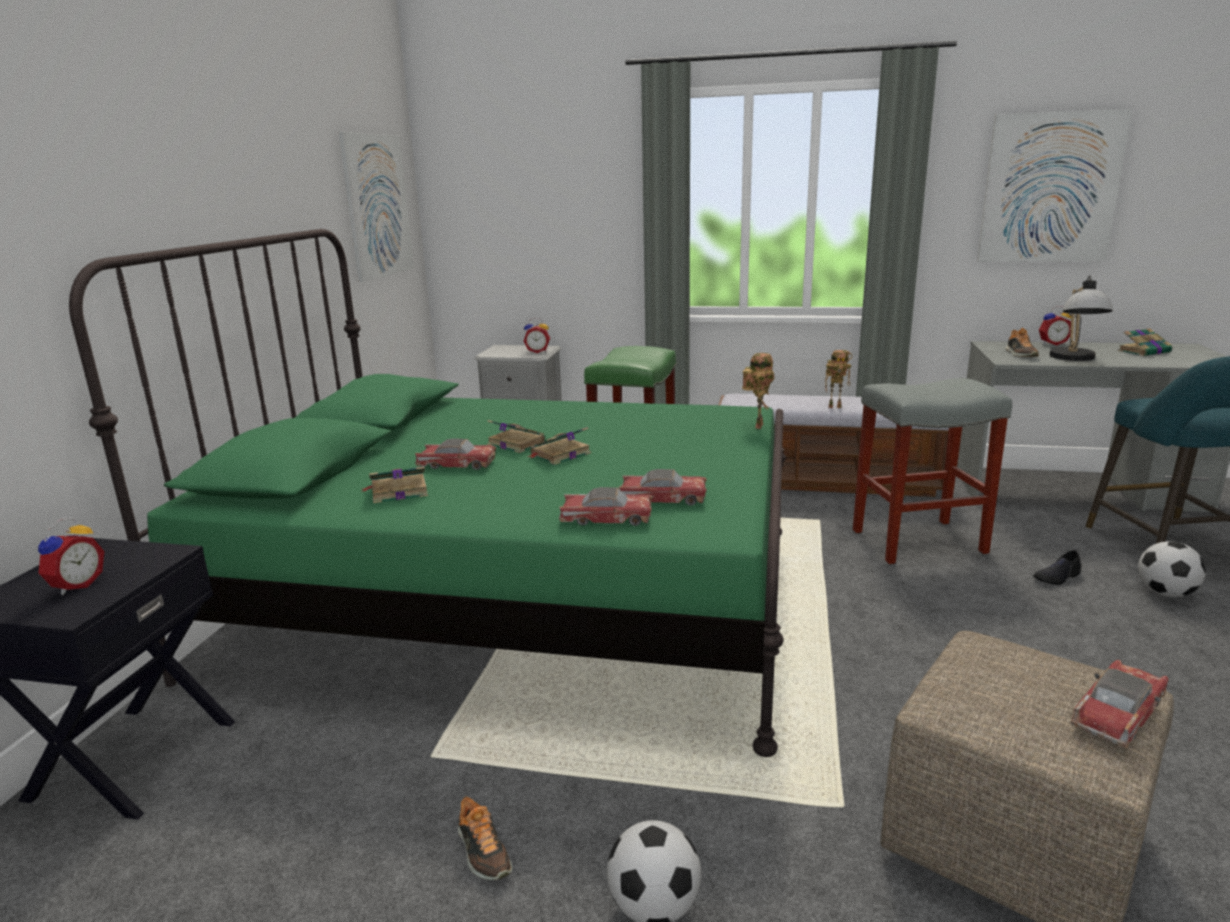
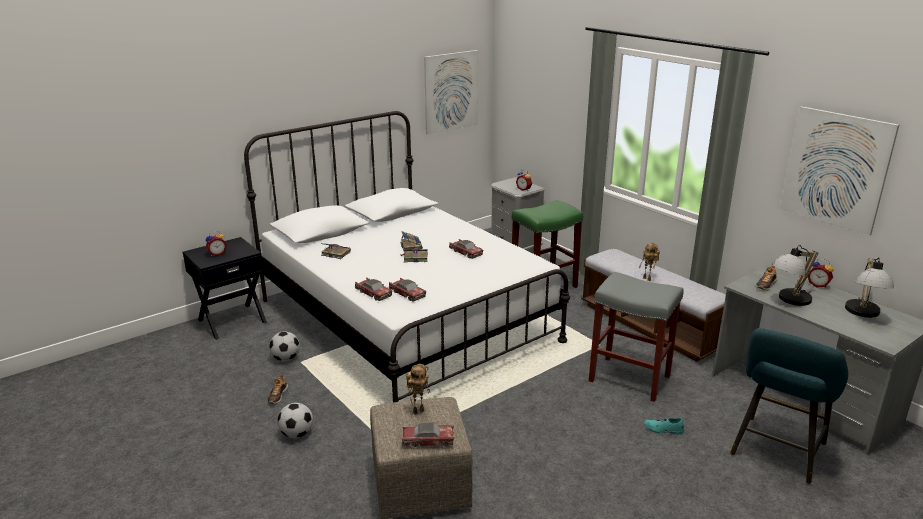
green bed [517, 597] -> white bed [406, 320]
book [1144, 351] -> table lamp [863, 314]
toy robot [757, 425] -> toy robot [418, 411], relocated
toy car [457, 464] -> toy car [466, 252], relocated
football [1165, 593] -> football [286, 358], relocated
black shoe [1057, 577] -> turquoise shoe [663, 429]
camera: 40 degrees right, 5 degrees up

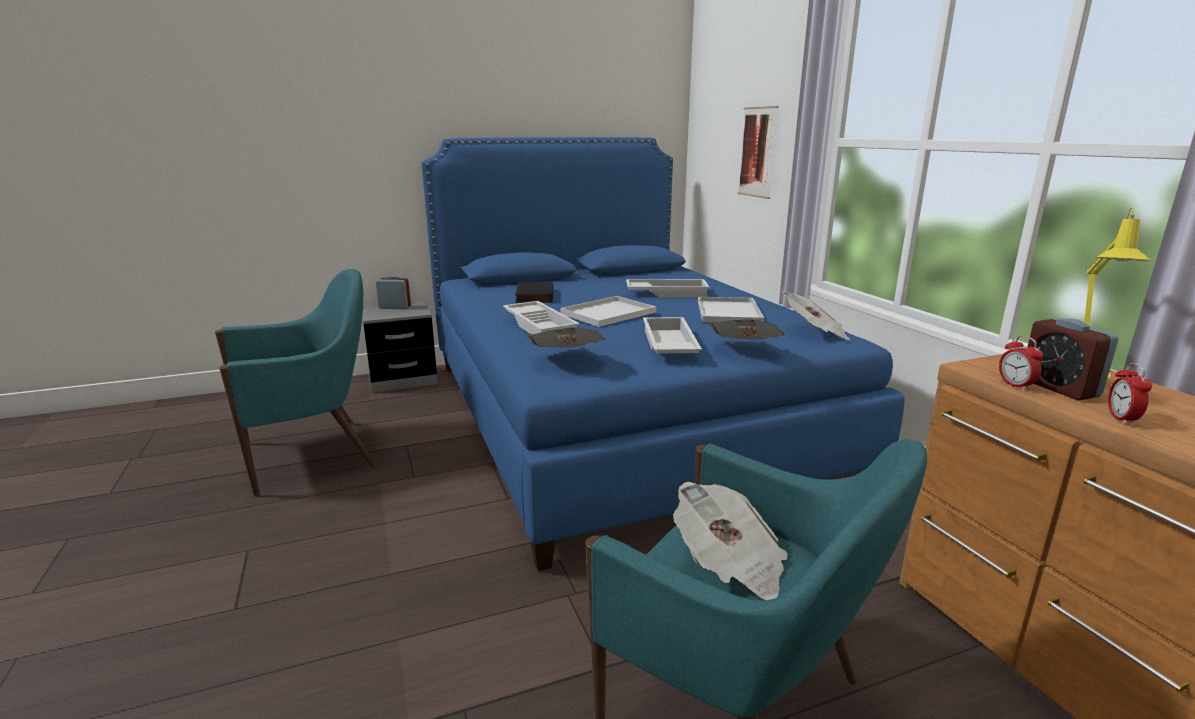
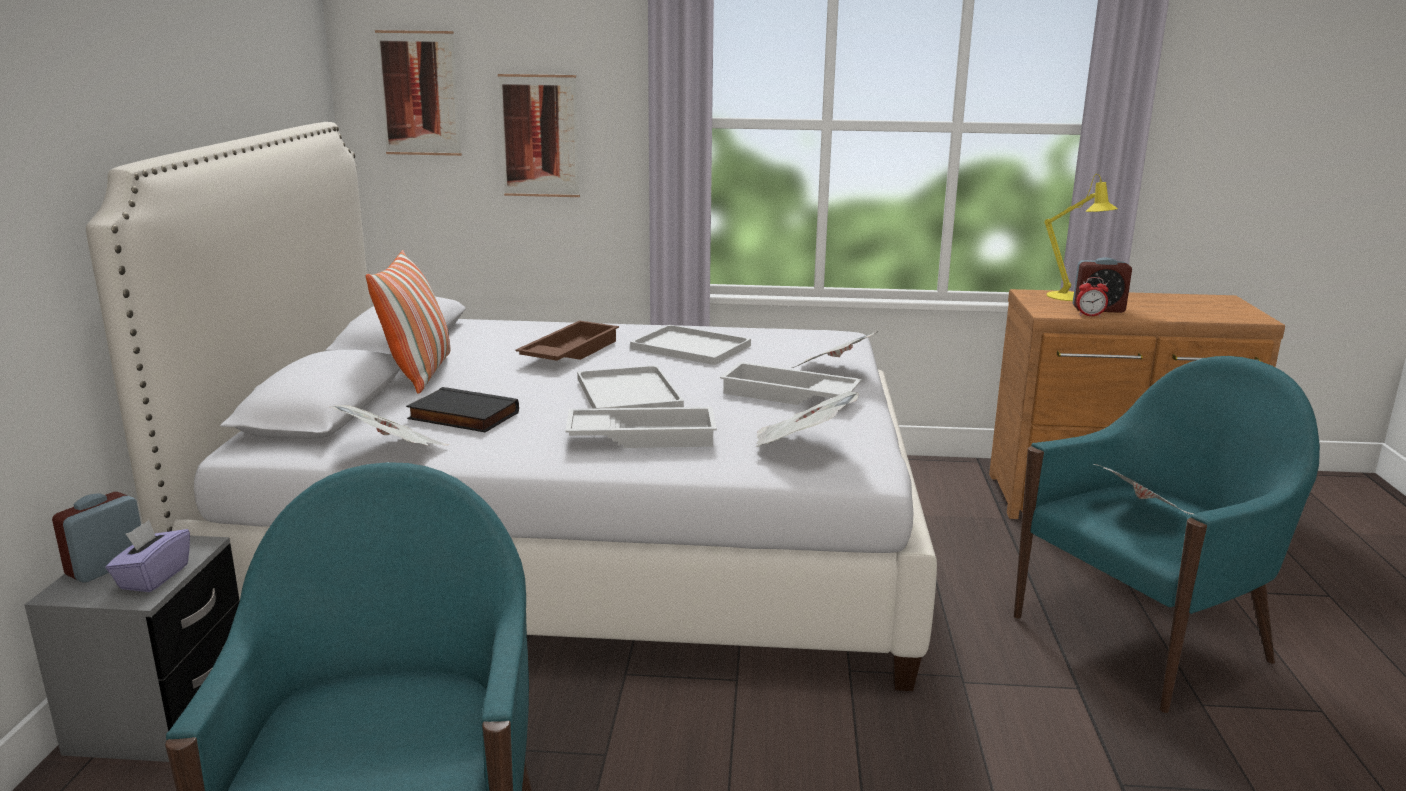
blue bed [618, 416] -> white bed [582, 547]
white tray [667, 293] -> brown tray [568, 352]
newspaper [814, 333] -> newspaper [393, 453], relocated
alarm clock [1121, 419] -> none
none -> picture [419, 93]
none -> pillow [419, 373]
none -> purple tissue box [153, 577]
camera: 65 degrees left, 0 degrees up

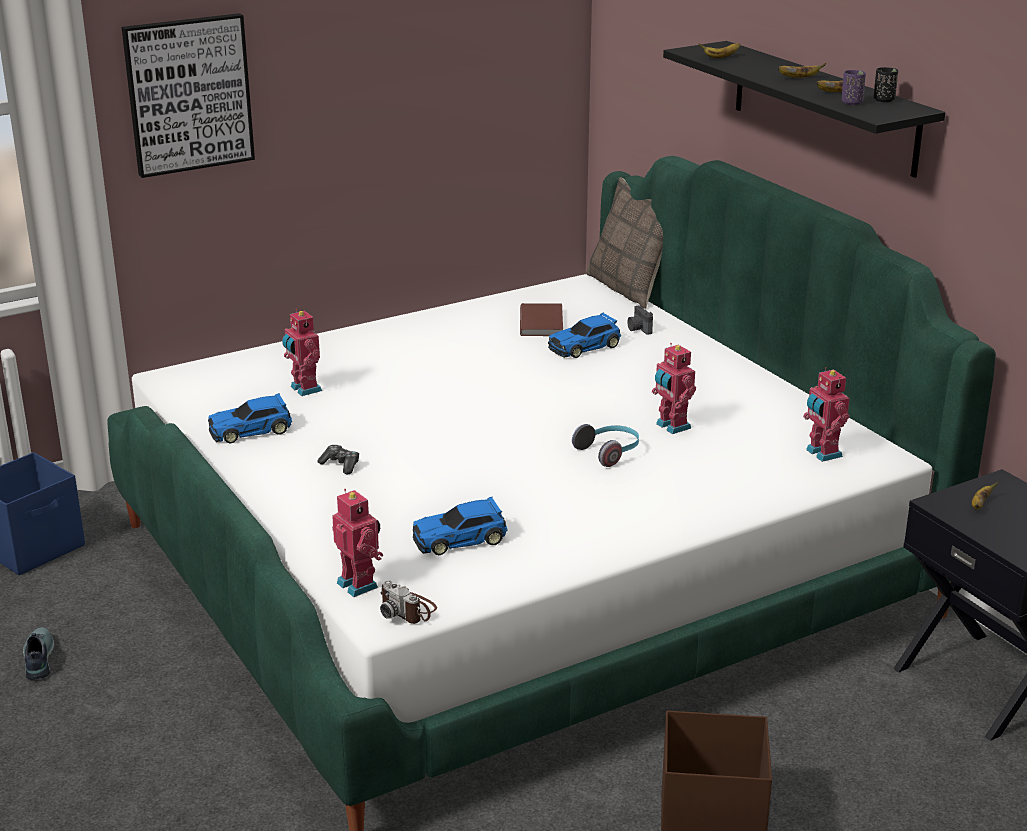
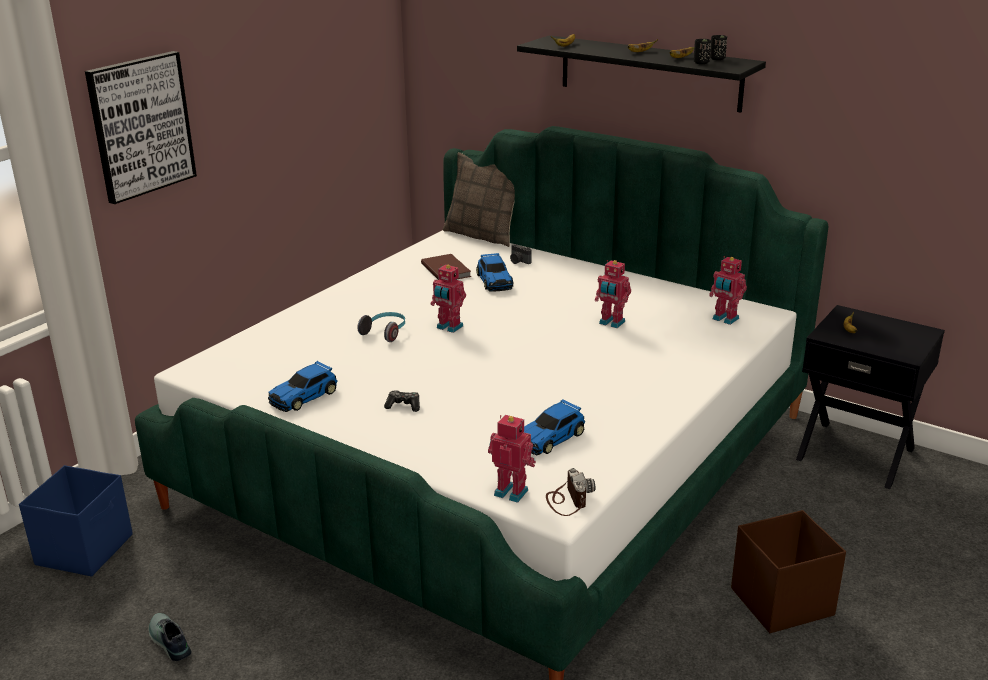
purple cup [851, 103] -> black cup [701, 63]
toy robot [304, 389] -> toy robot [449, 327], relocated
toy car [585, 346] -> toy car [495, 281], 45 degrees counterclockwise
headphones [609, 452] -> headphones [385, 332], relocated
photo camera [408, 609] -> photo camera [567, 500], 120 degrees counterclockwise
camera: 25 degrees left, 0 degrees up

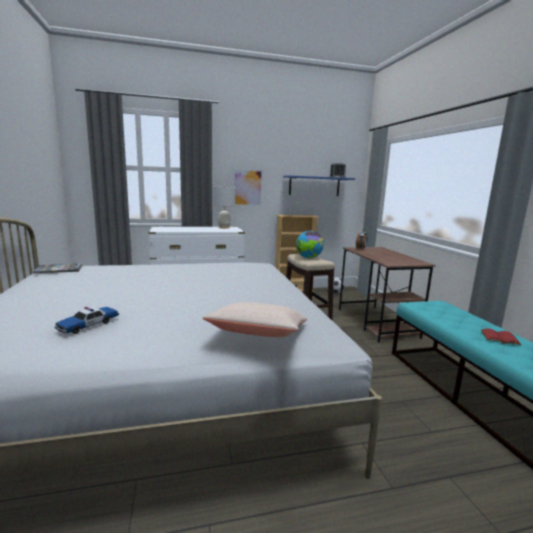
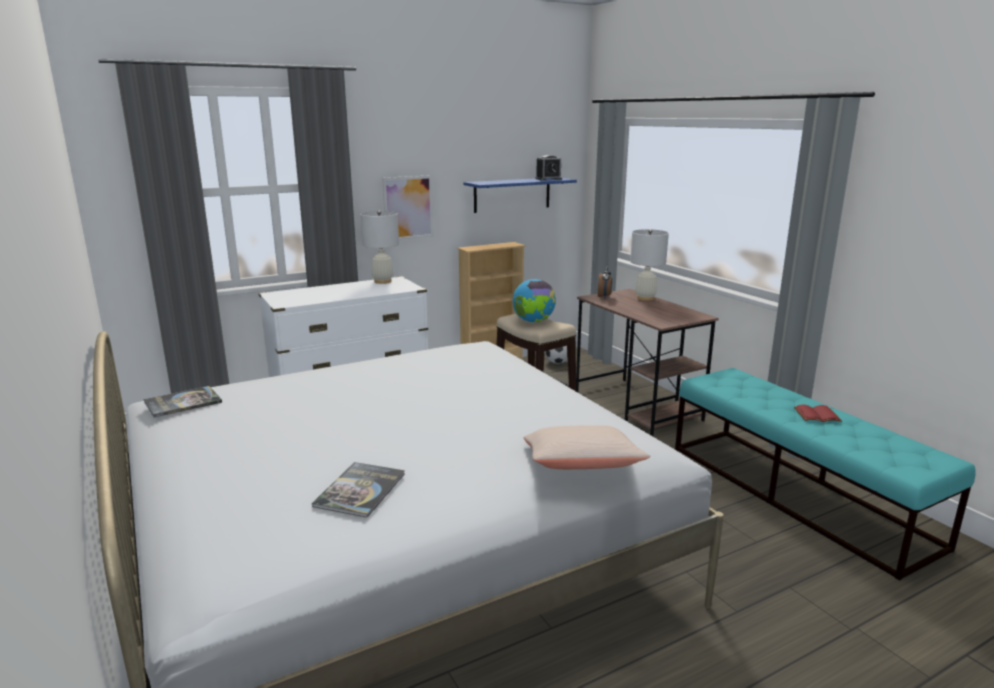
toy car [88, 325] -> book [360, 490]
none -> white table lamp [645, 298]
camera: 15 degrees left, 5 degrees up

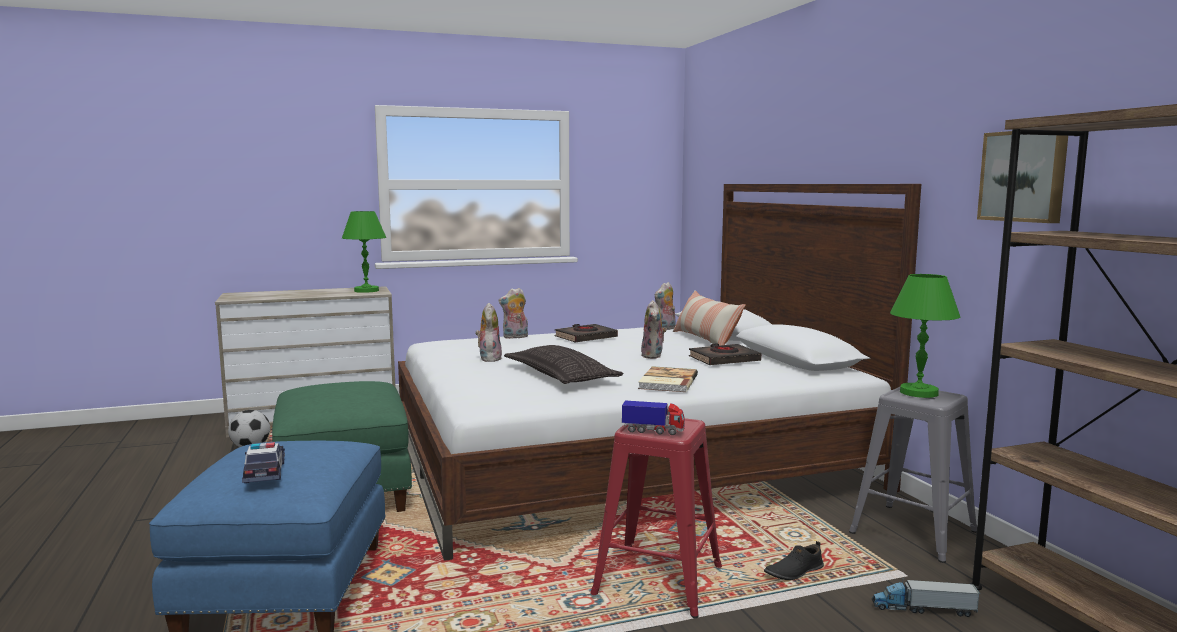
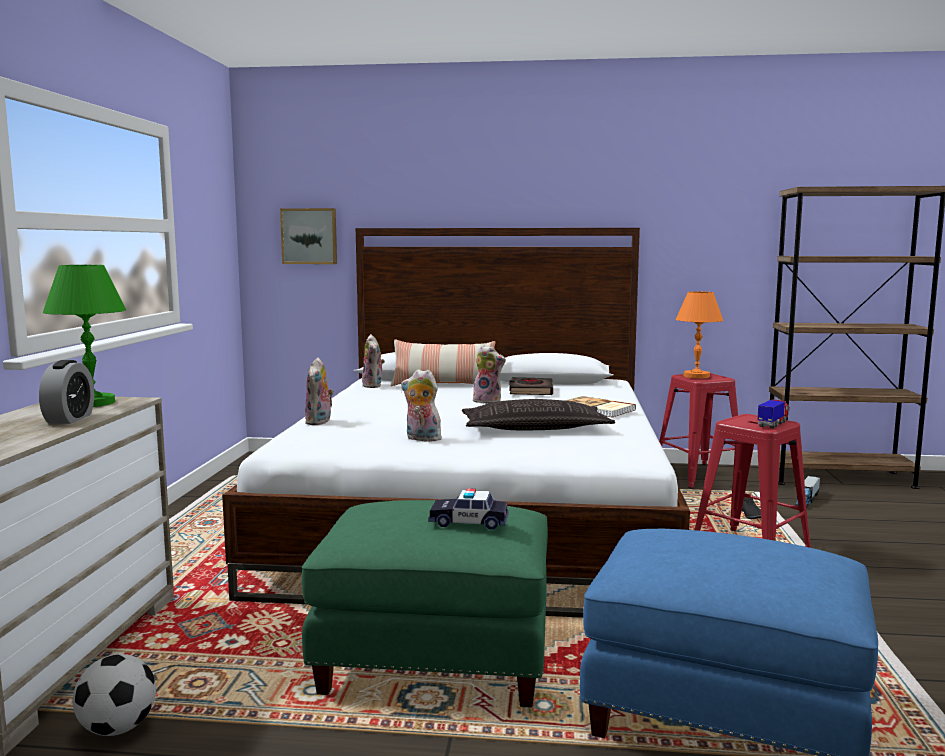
picture [1024, 176] -> picture [309, 236], relocated
green table lamp [918, 392] -> orange table lamp [696, 376]
black book [585, 337] -> none
grey stool [915, 531] -> red stool [698, 475]
toy car [264, 472] -> toy car [469, 522], relocated
none -> alarm clock [69, 419]
camera: 65 degrees left, 0 degrees up

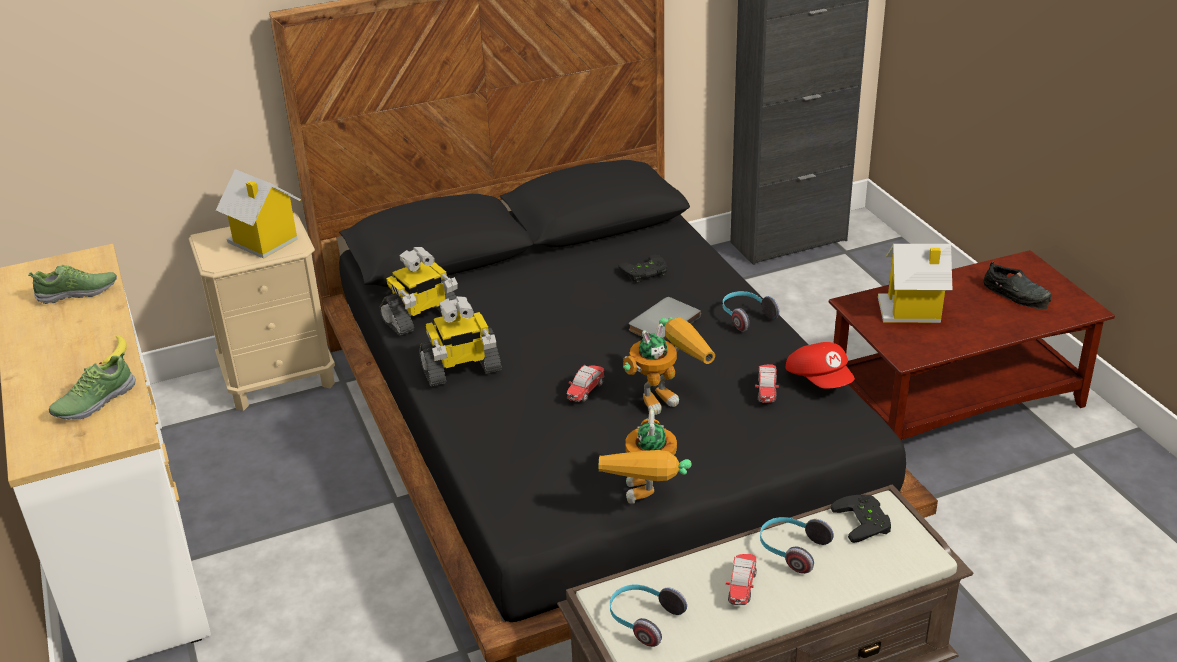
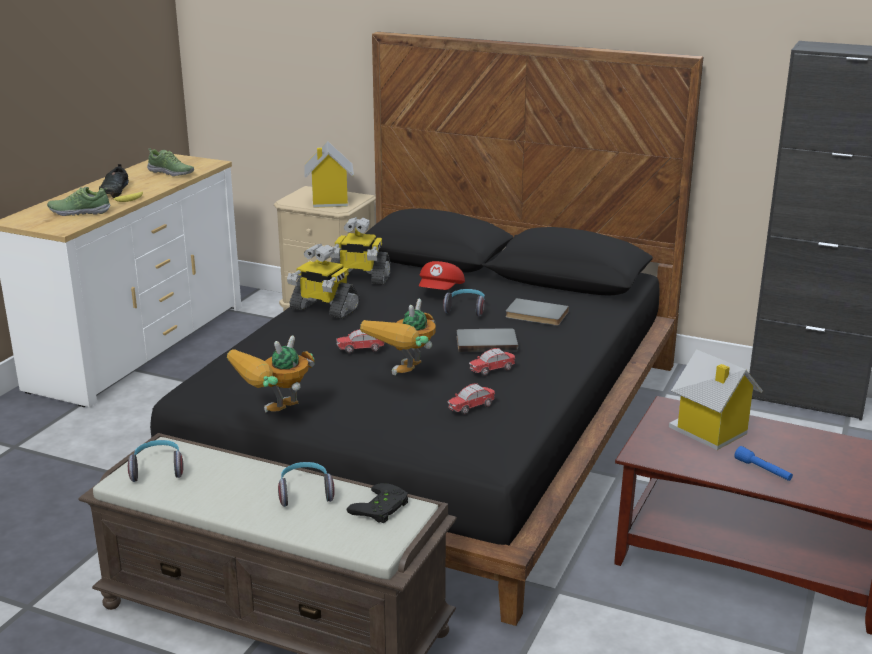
black game controller [645, 273] -> grey book [536, 315]
black shoe [1017, 294] -> black shoe [114, 190], relocated
headphones [746, 317] -> headphones [466, 309], relocated
toy robot [667, 395] -> toy robot [406, 377], 105 degrees clockwise
red cap [820, 379] -> red cap [441, 291], relocated
toy car [742, 587] -> toy car [492, 370], relocated
none -> blue flashlight [763, 470]
camera: 45 degrees right, 10 degrees down

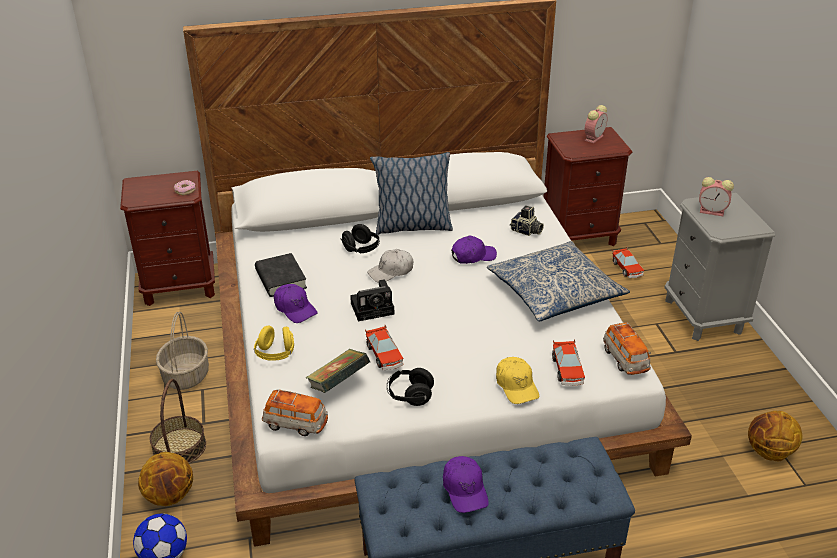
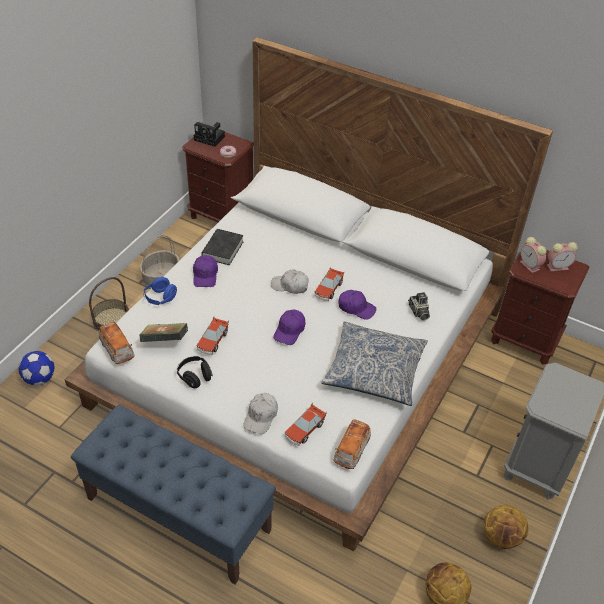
pillow [412, 227] -> none
alarm clock [713, 211] -> alarm clock [530, 266], relocated
black headphones [361, 249] -> none
toy car [627, 269] -> toy car [328, 289], relocated
photo camera [374, 308] -> photo camera [210, 138], relocated
yellow headphones [275, 354] -> blue headphones [160, 298]
yellow cap [516, 386] -> white cap [261, 416]
basketball [170, 496] -> basketball [501, 537], relocated
purple cap [465, 489] -> purple cap [290, 330], relocated
camera: 40 degrees right, 10 degrees up

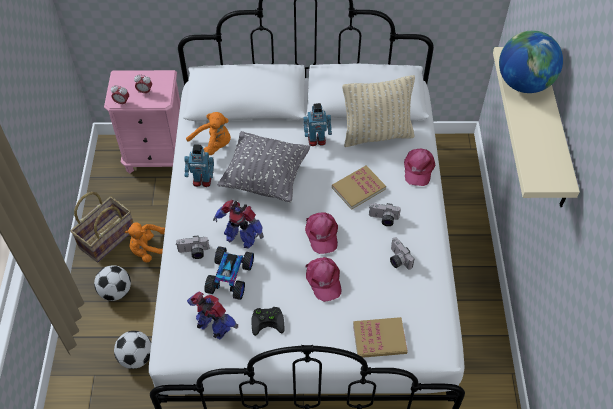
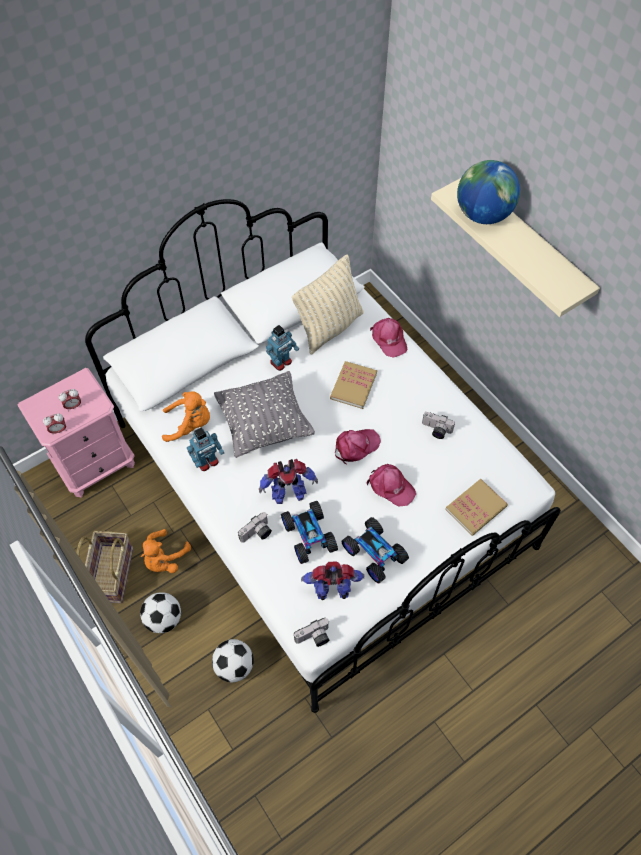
orange plush toy [212, 148] -> orange plush toy [190, 424], 45 degrees clockwise
photo camera [383, 219] -> photo camera [314, 638], relocated
pink cap [321, 234] -> pink cap [356, 446], 75 degrees counterclockwise
black game controller [268, 321] -> toy car [375, 552]
camera: 35 degrees left, 5 degrees up

